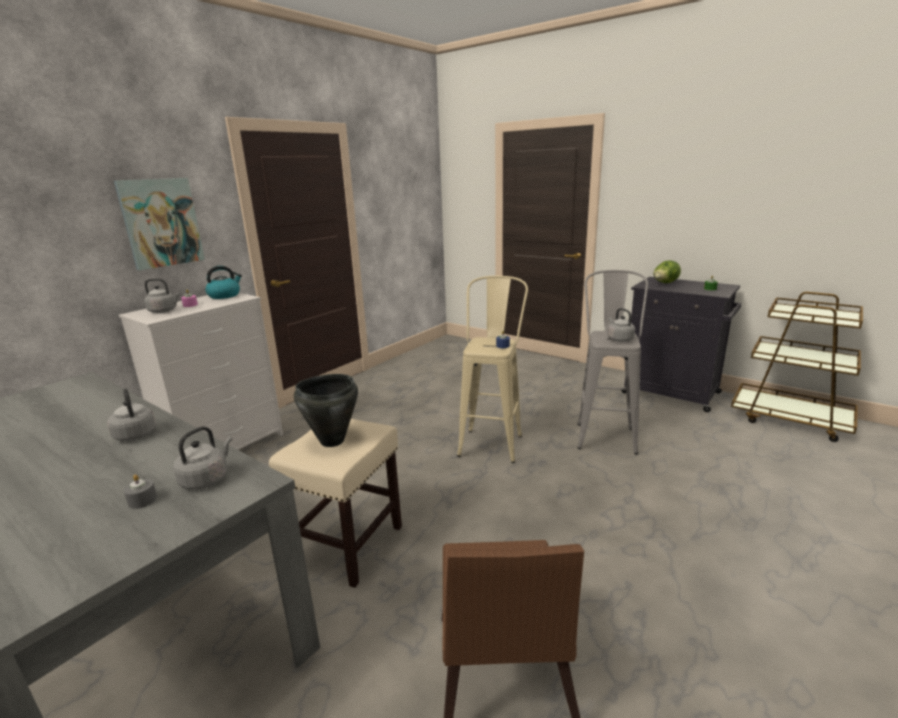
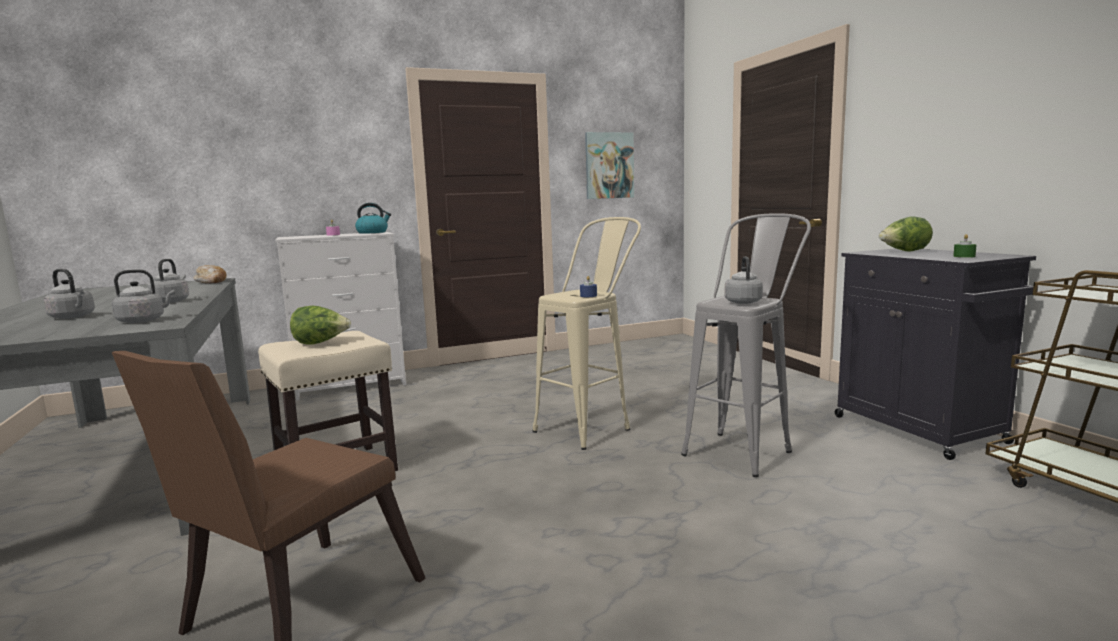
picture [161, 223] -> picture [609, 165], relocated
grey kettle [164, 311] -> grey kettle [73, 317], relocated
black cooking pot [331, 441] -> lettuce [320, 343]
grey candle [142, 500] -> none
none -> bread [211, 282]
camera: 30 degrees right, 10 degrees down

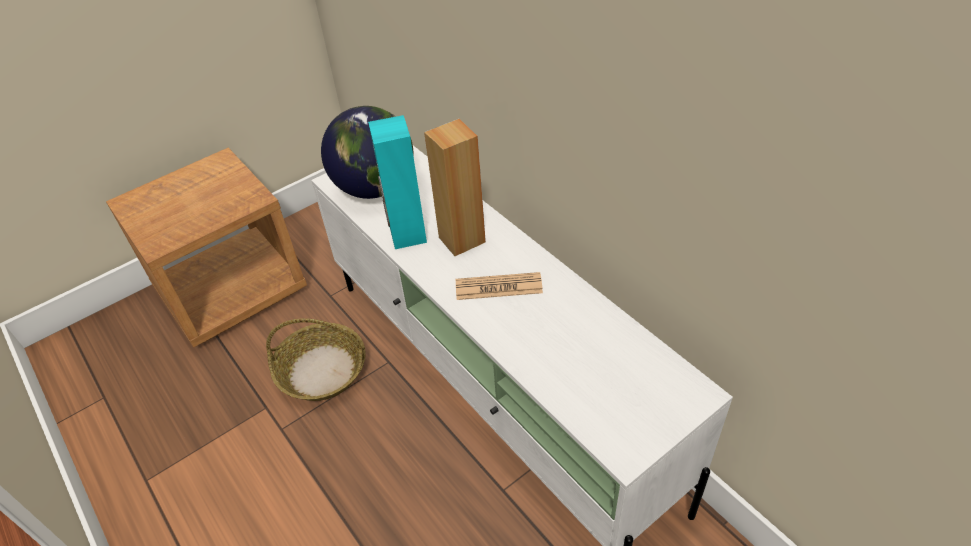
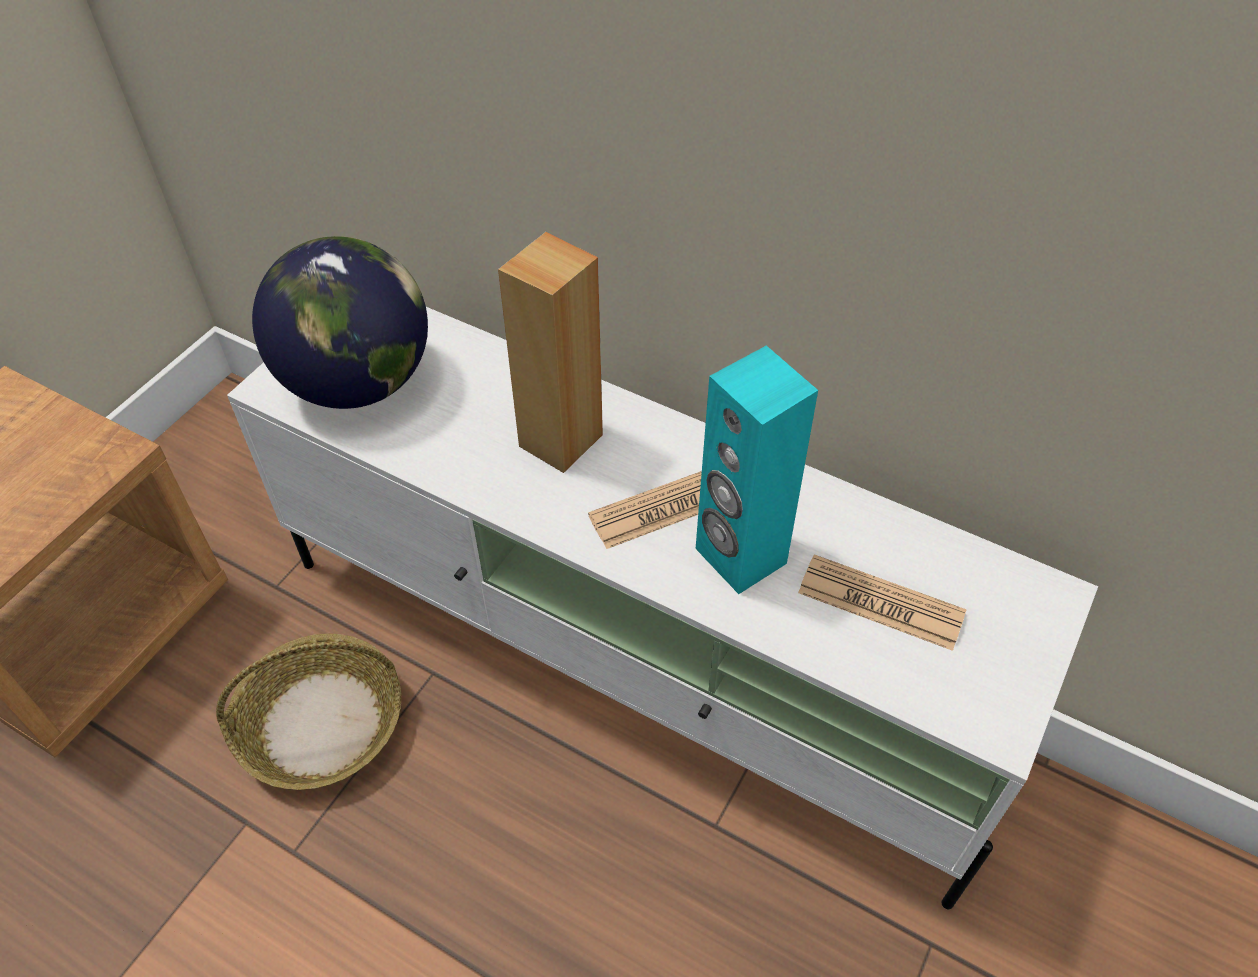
turquoise speaker [407, 234] -> turquoise speaker [739, 556], relocated
none -> newspaper [880, 603]
camera: 25 degrees left, 5 degrees up

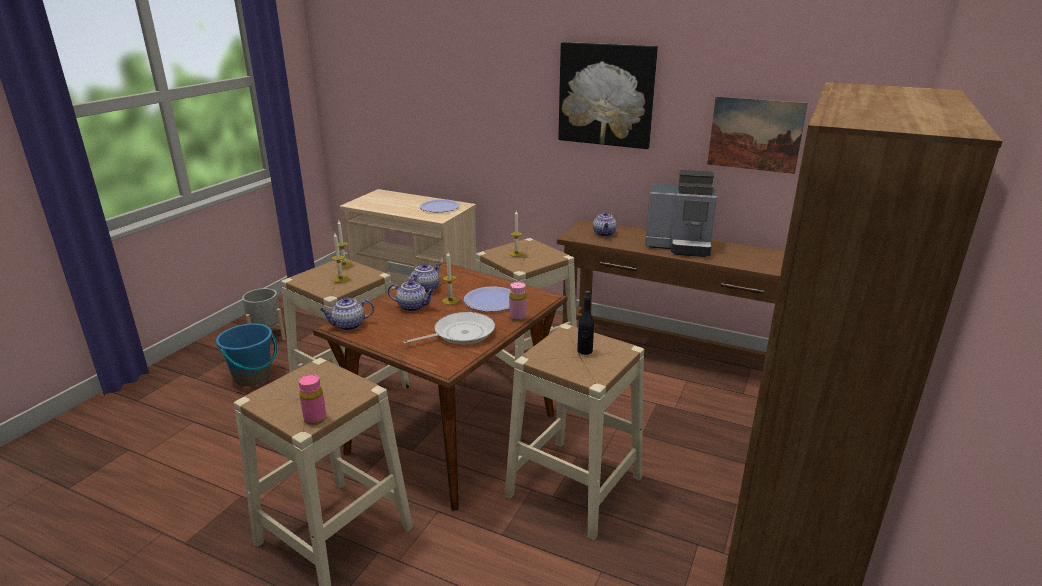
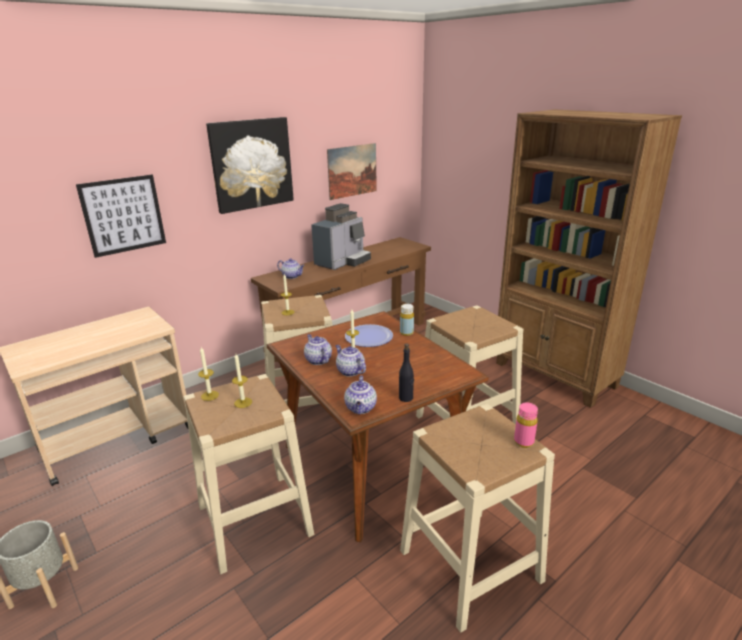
plate [440, 207] -> none
teapot [413, 307] -> teapot [350, 371], 75 degrees counterclockwise
pink bottle [517, 318] -> yellow bottle [406, 333]
black bottle [584, 351] -> black bottle [406, 398], relocated
frying pan [460, 333] -> none
blue bucket [253, 377] -> none
none -> picture [123, 215]
camera: 65 degrees left, 0 degrees up

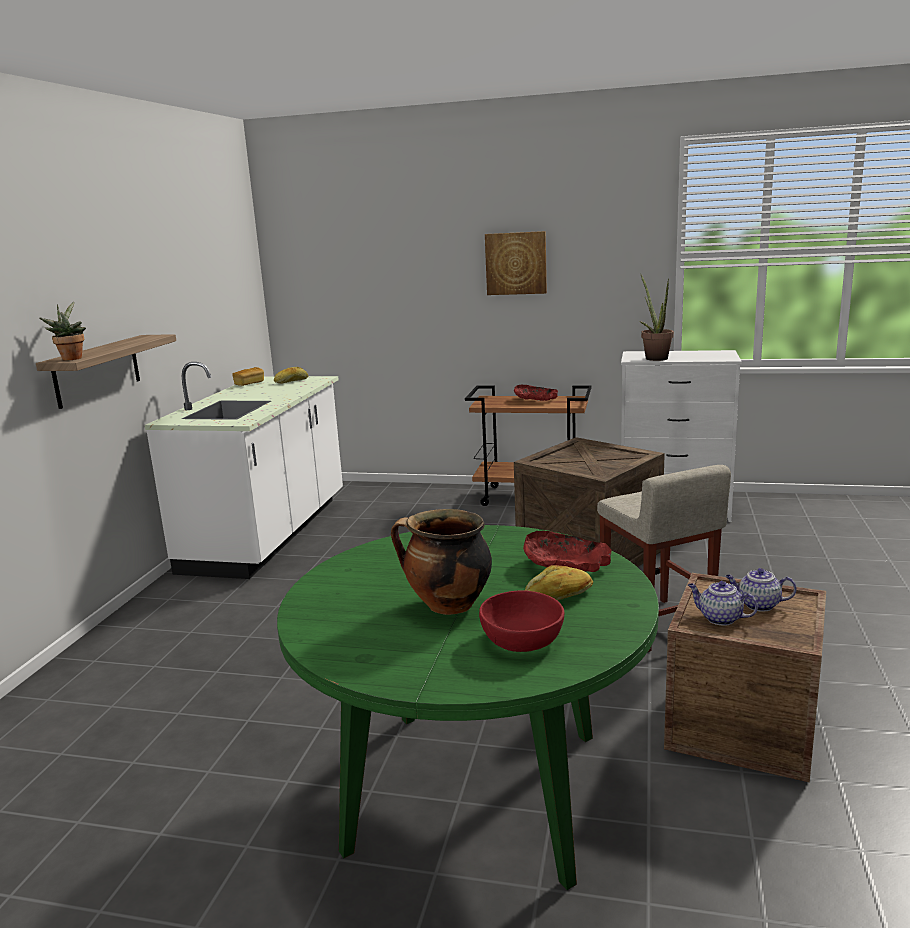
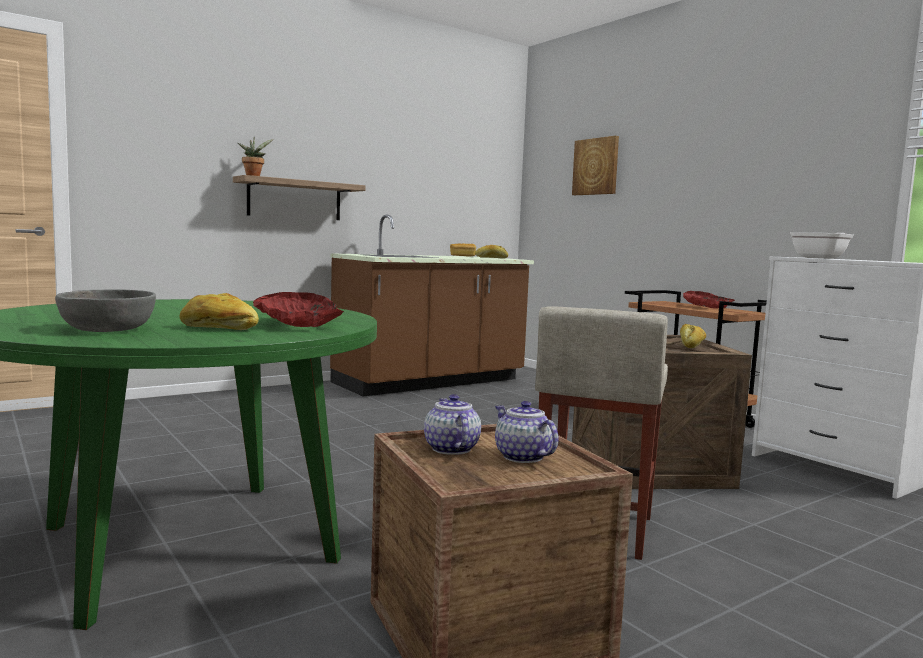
picture [516, 263] -> picture [596, 166], relocated
potted plant [654, 357] -> frying pan [822, 258]
white counter [269, 534] -> brown counter [430, 382]
cooking pot [447, 606] -> none
red bowl [522, 639] -> grey bowl [108, 329]
none -> bread [691, 345]
camera: 40 degrees right, 10 degrees down

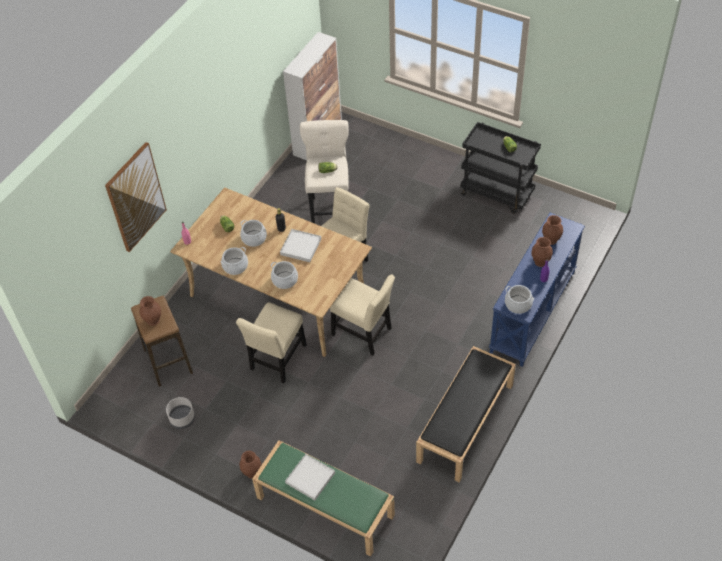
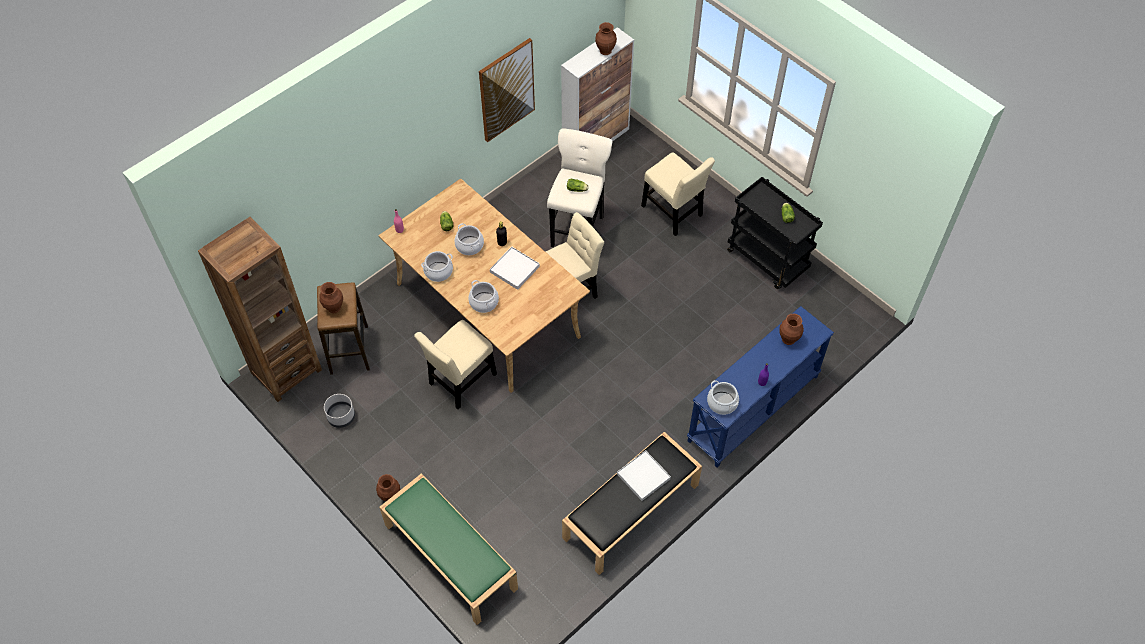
picture [135, 197] -> picture [506, 90], relocated
brown vase [540, 262] -> brown vase [605, 50], relocated
beige chair [364, 333] -> beige chair [673, 213], relocated
white tray [310, 478] -> white tray [643, 476], relocated
none -> brown bookcase [286, 371]
camera: 15 degrees right, 5 degrees up

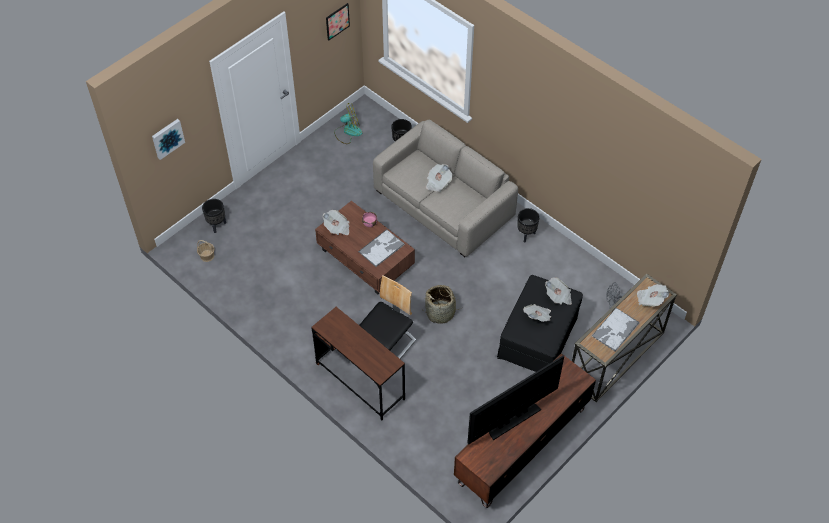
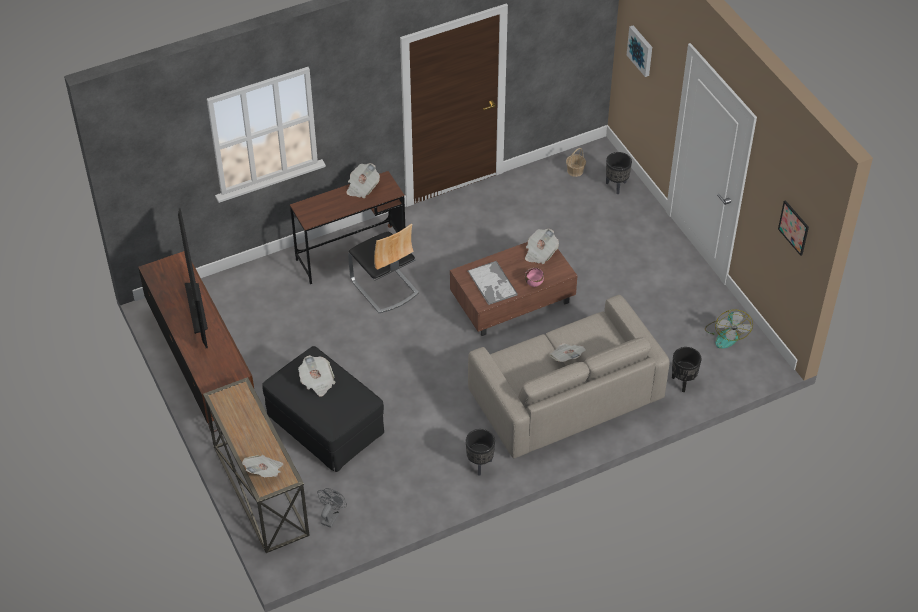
newspaper [558, 296] -> newspaper [362, 187], relocated
basket [440, 313] -> none
tray [615, 330] -> none
camera: 110 degrees right, 5 degrees down

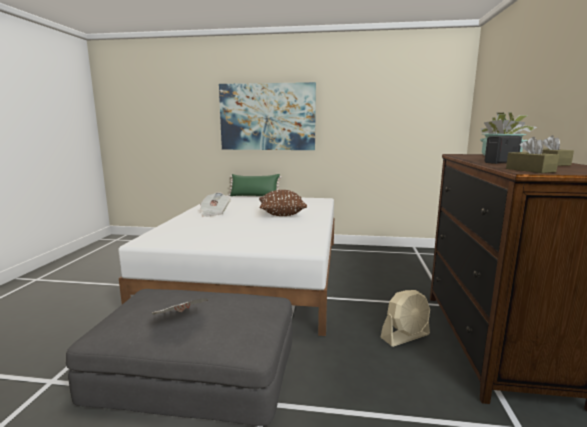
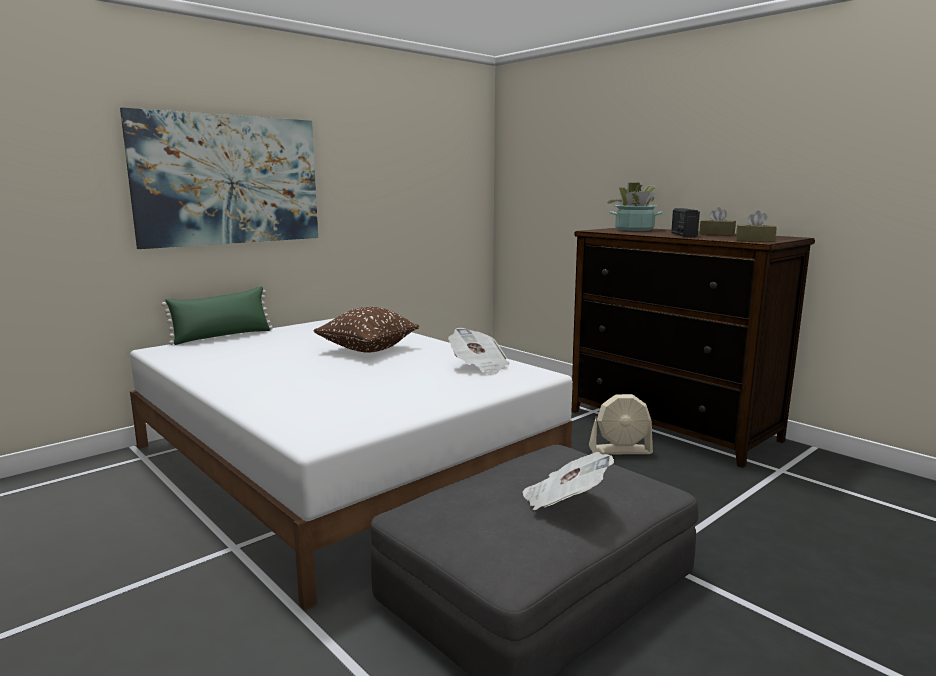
newspaper [214, 213] -> newspaper [479, 367], relocated
beige fan [405, 336] -> beige fan [620, 450], 75 degrees clockwise
camera: 50 degrees left, 0 degrees up

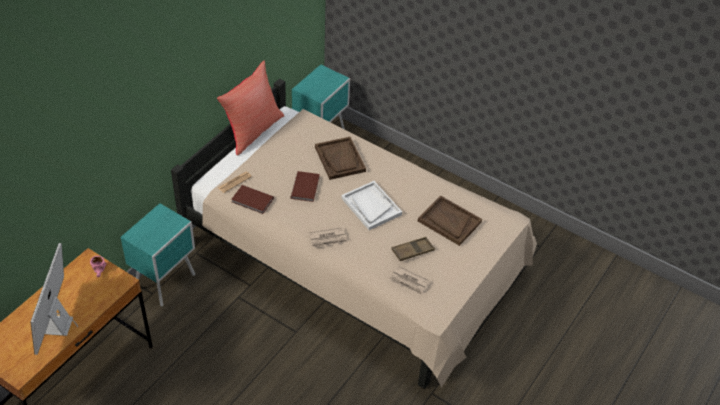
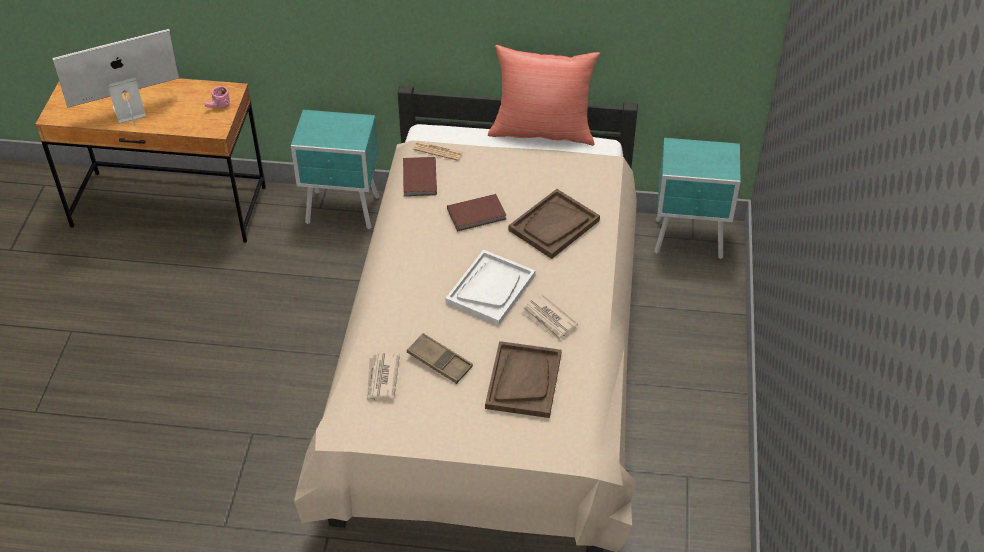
newspaper [328, 239] -> newspaper [549, 319], relocated
camera: 65 degrees right, 0 degrees up

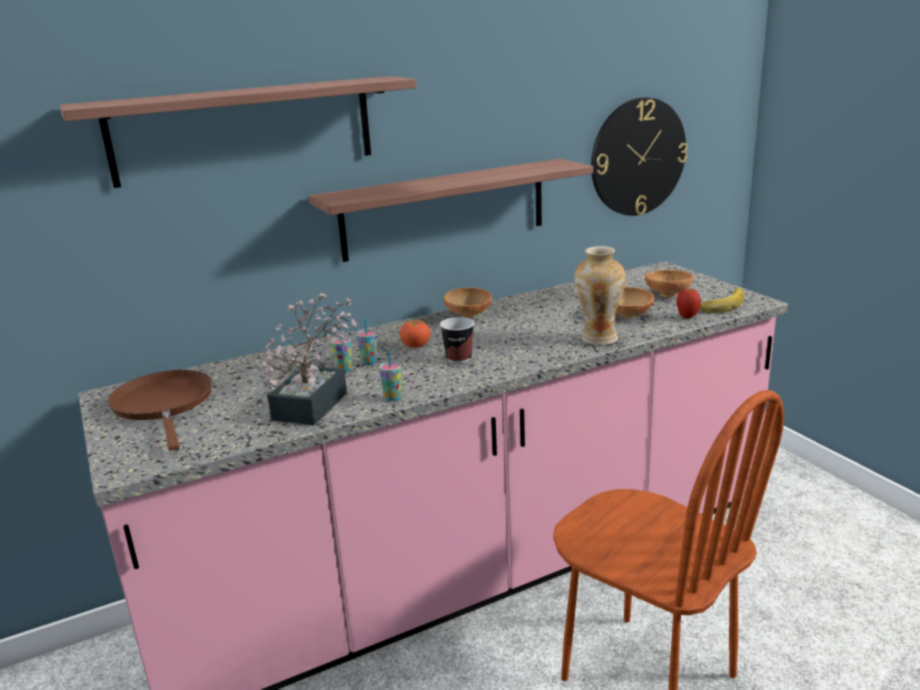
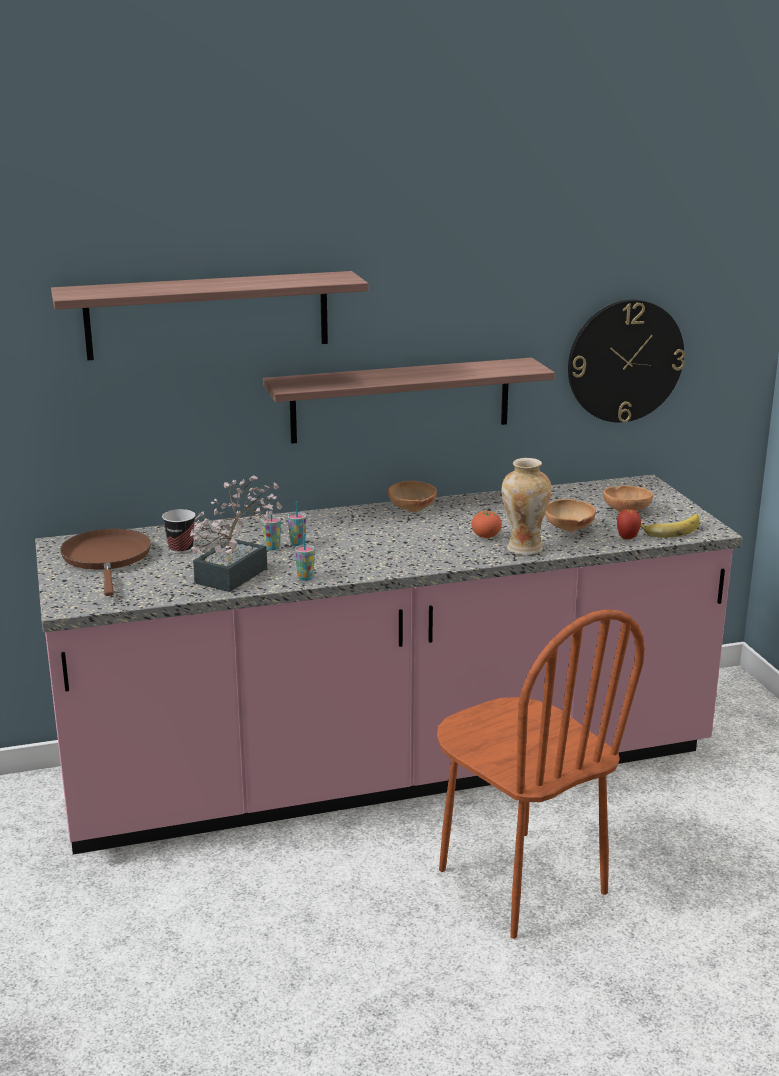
cup [459, 358] -> cup [181, 549], relocated
tomato [416, 346] -> tomato [486, 537], relocated
camera: 10 degrees right, 0 degrees up

